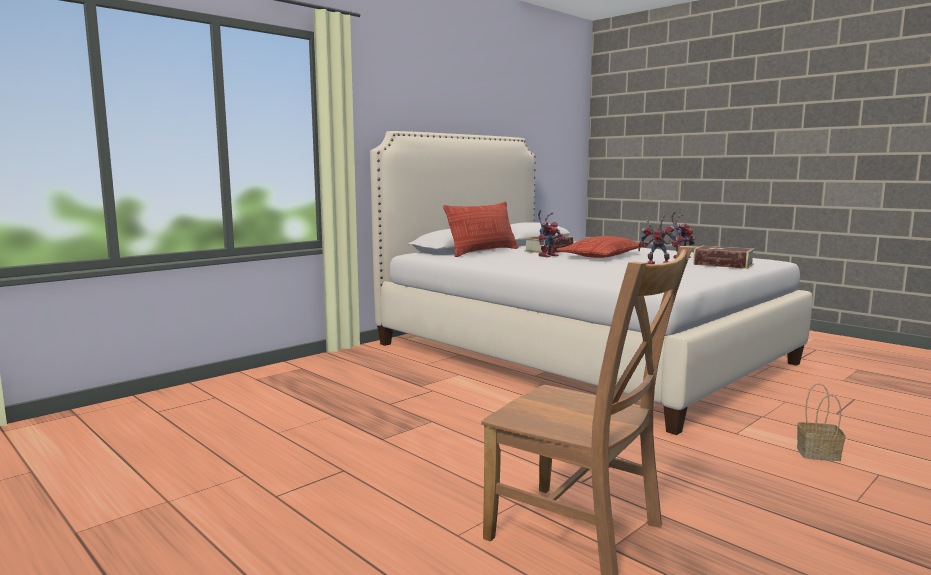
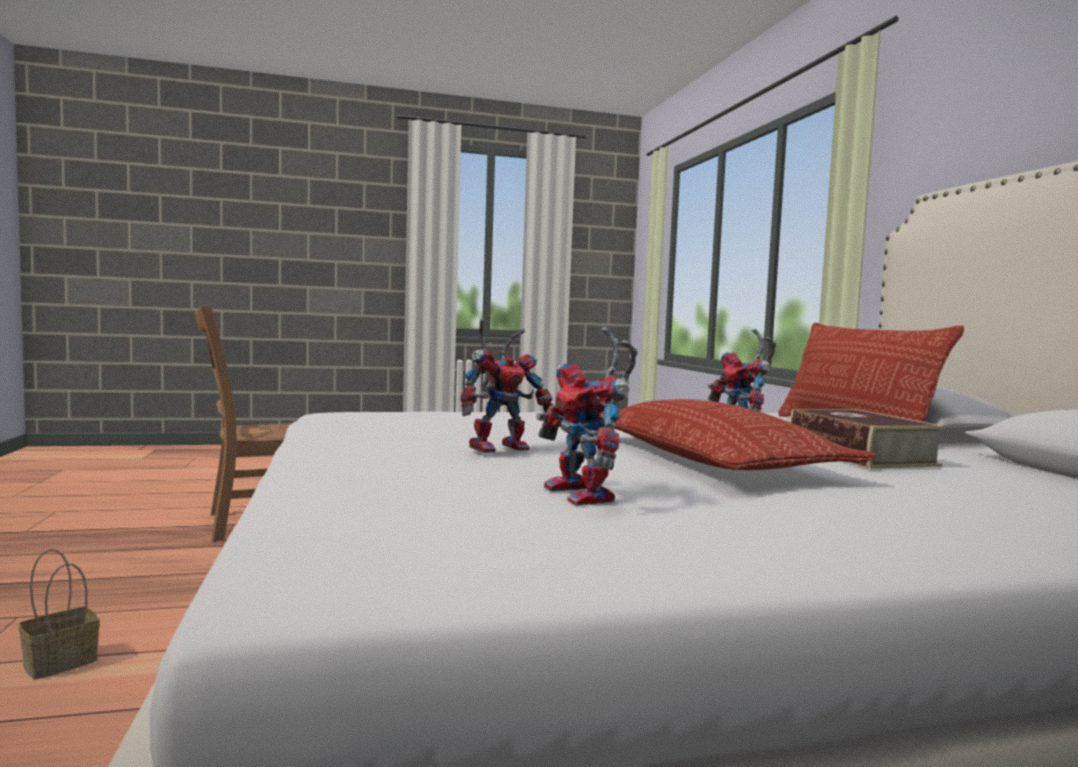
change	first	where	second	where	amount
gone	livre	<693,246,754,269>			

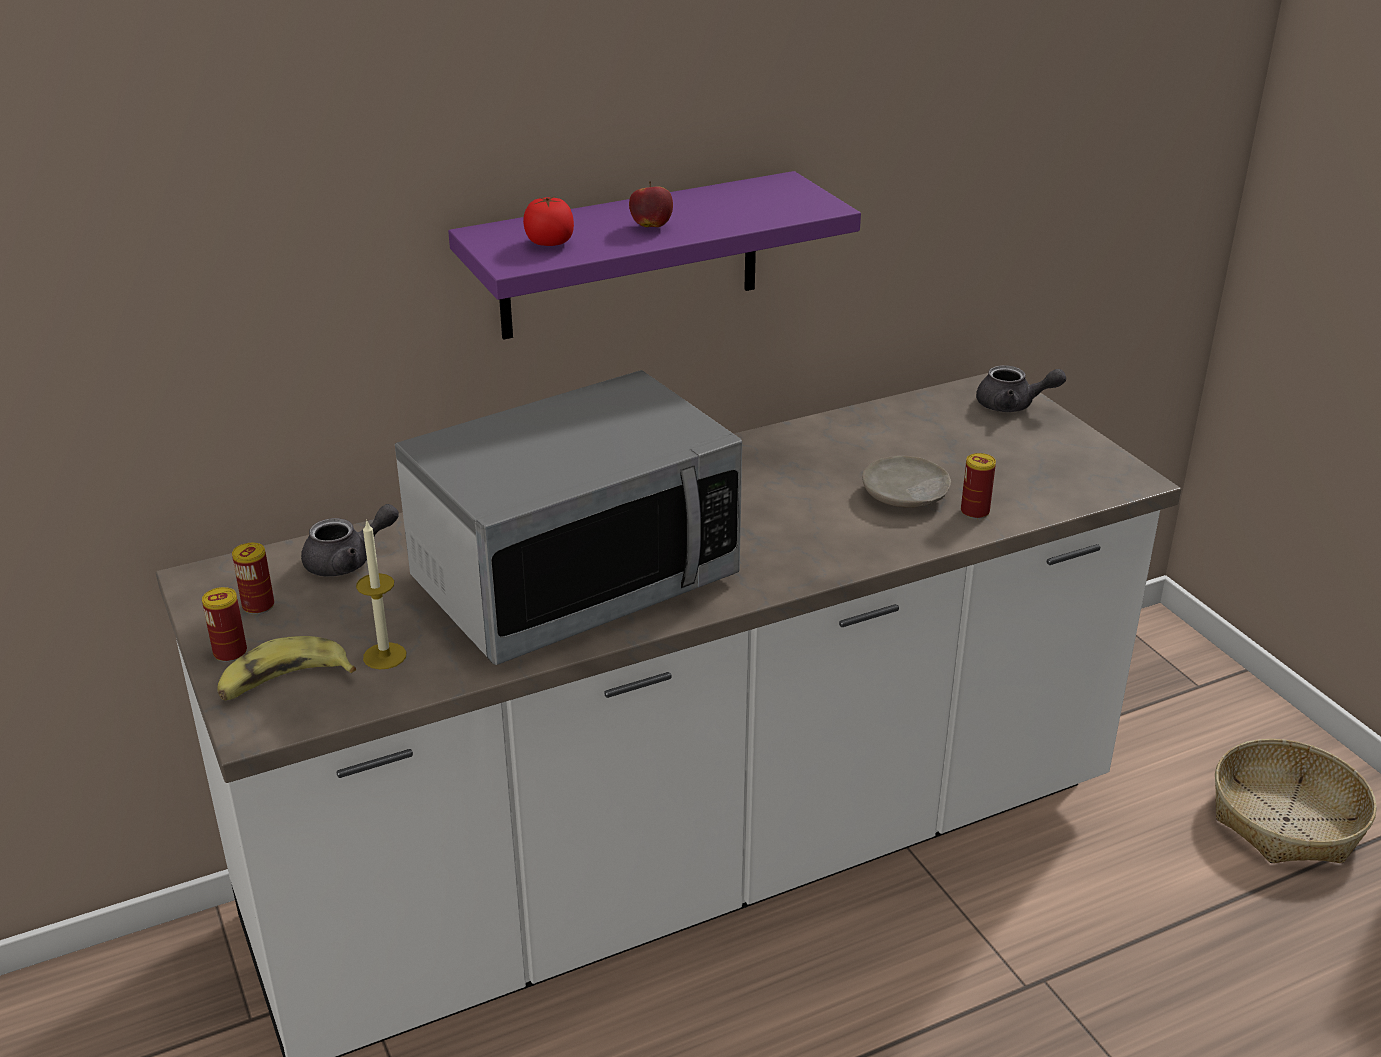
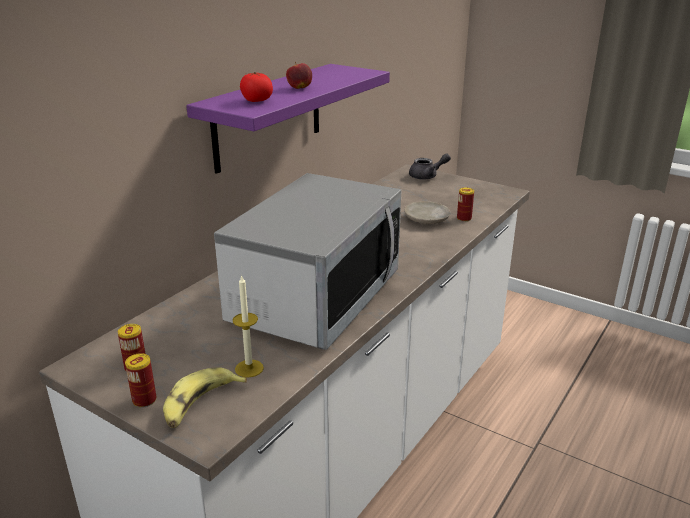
change	first	where	second	where	amount
gone	théière/gris	<301,504,399,577>			
gone	panier	<1215,739,1377,863>			

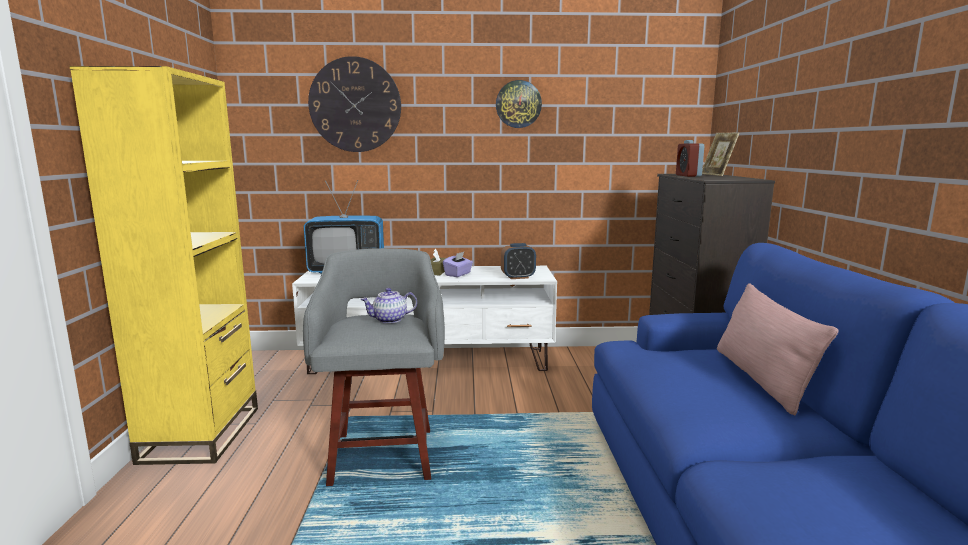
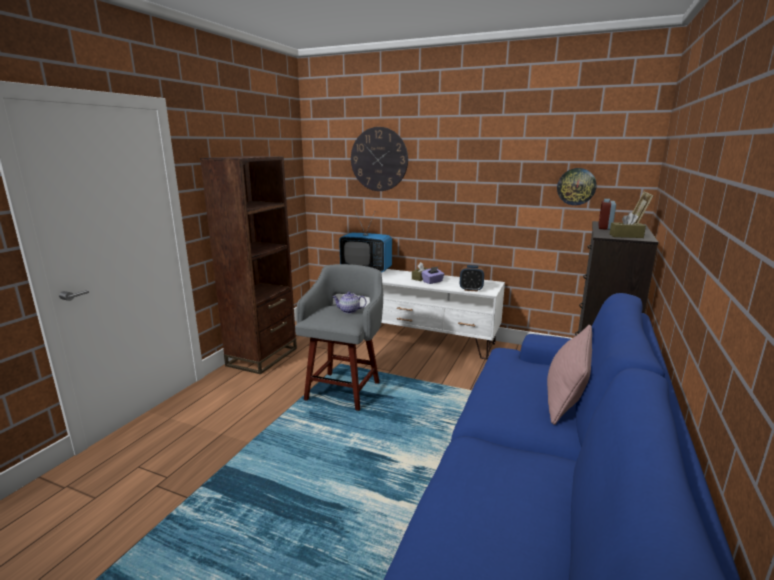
change	first	where	second	where	amount
repainted	bibliothèque/jaune	<69,66,258,465>	bibliothèque/marron	<200,156,297,374>	
shifted	horloge murale	<496,80,542,128>		<557,168,597,205>	
new			boîte à mouchoirs/marron	<610,212,646,238>	

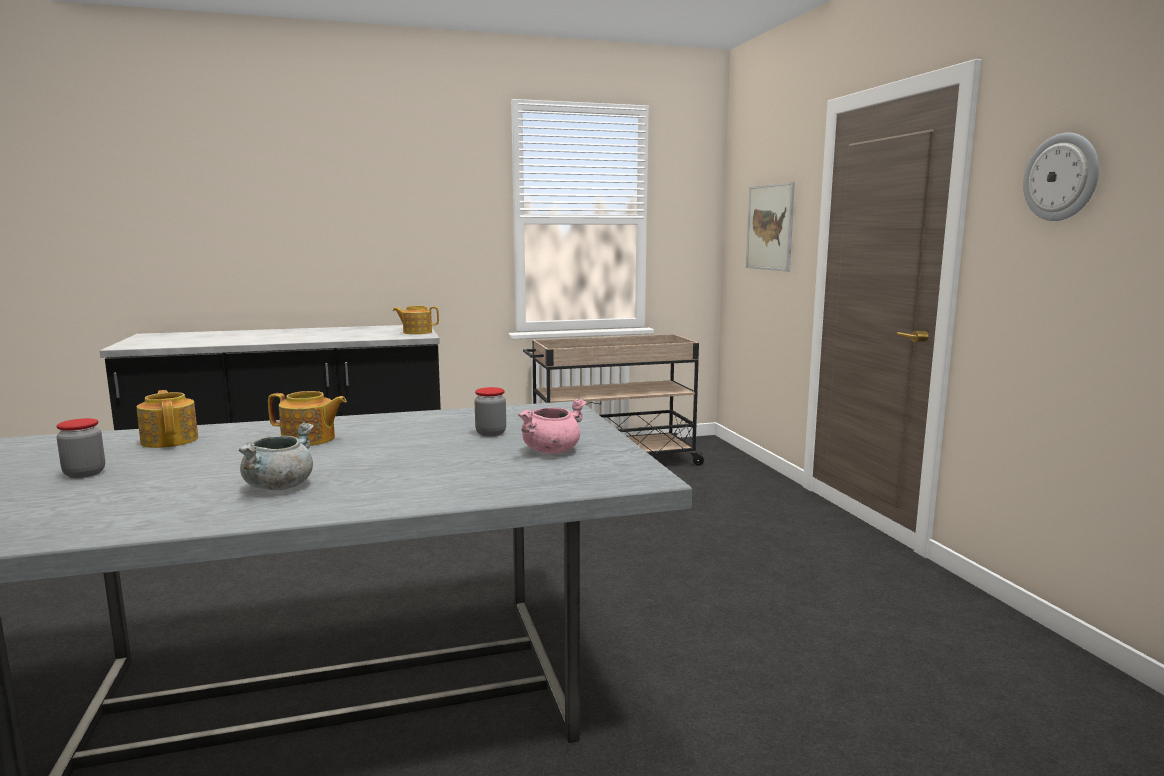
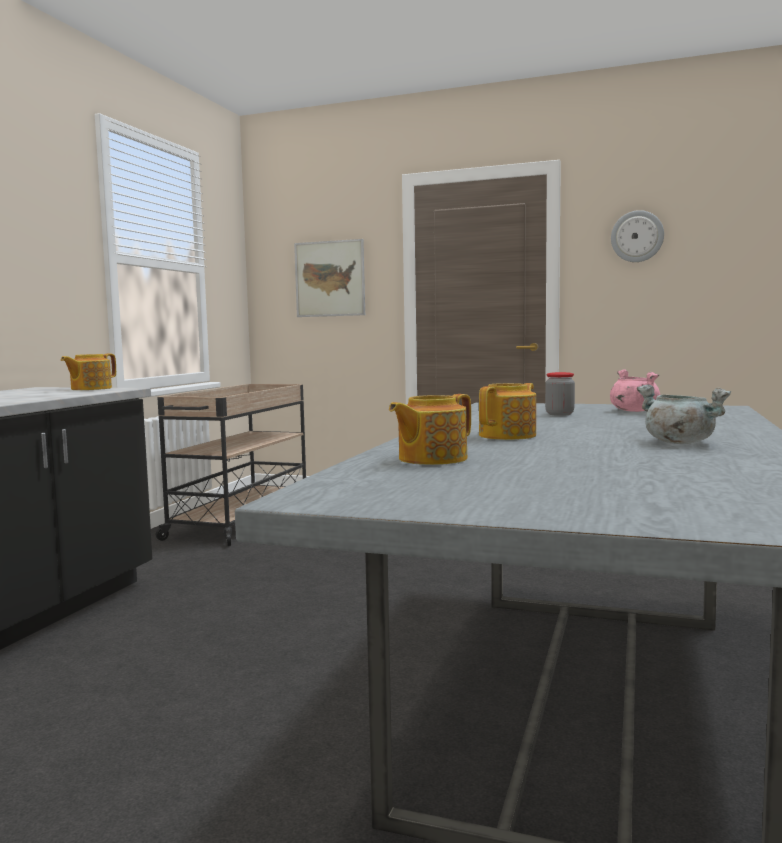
change	first	where	second	where	amount
rotated	théière	<137,390,198,448>		<389,394,471,465>	45 degrees counterclockwise
gone	bocal	<56,418,105,478>			

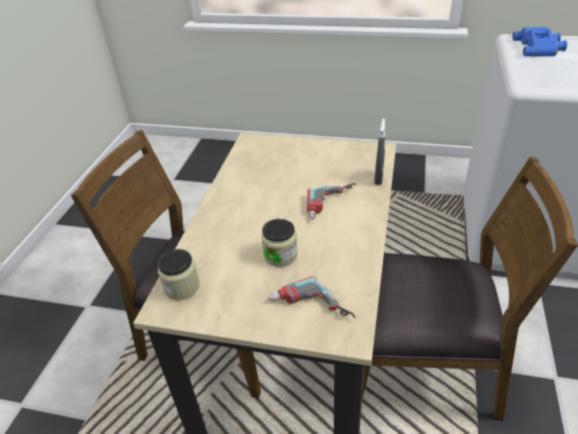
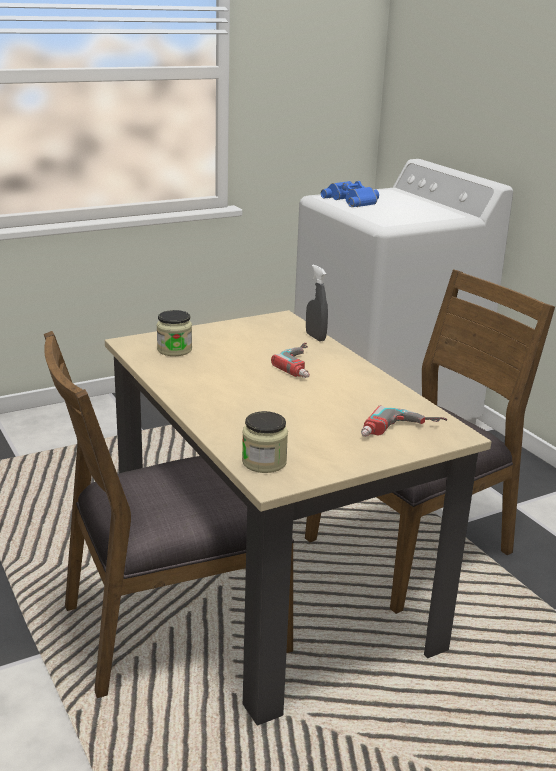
change	first	where	second	where	amount
shifted	bocal	<261,219,298,267>		<157,310,192,356>	

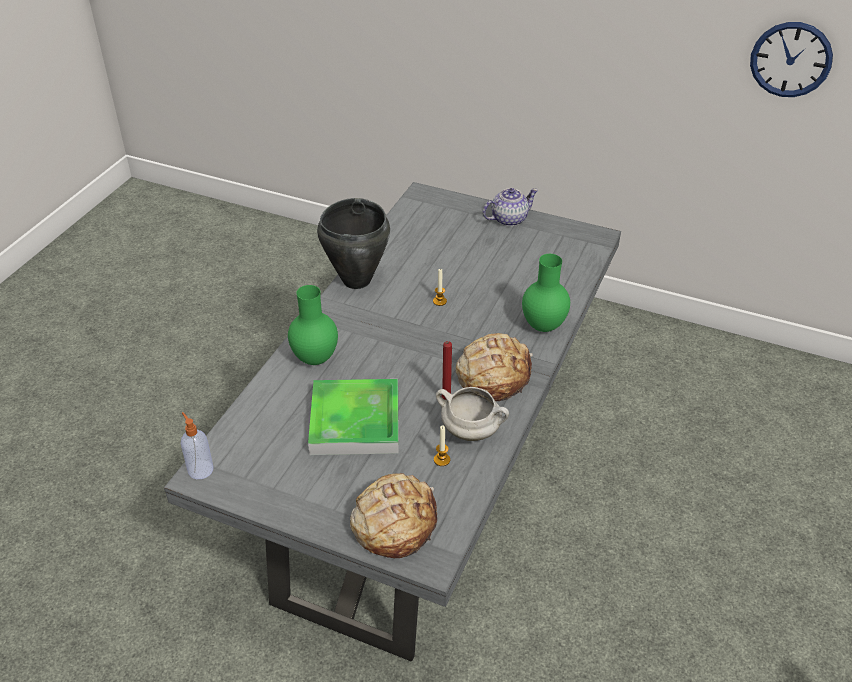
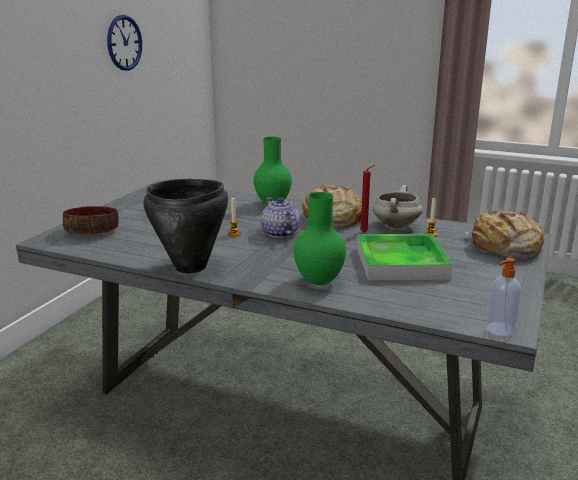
change	first	where	second	where	amount
new			bol	<63,206,119,235>	
shifted	théière	<483,188,538,226>		<261,197,300,238>	

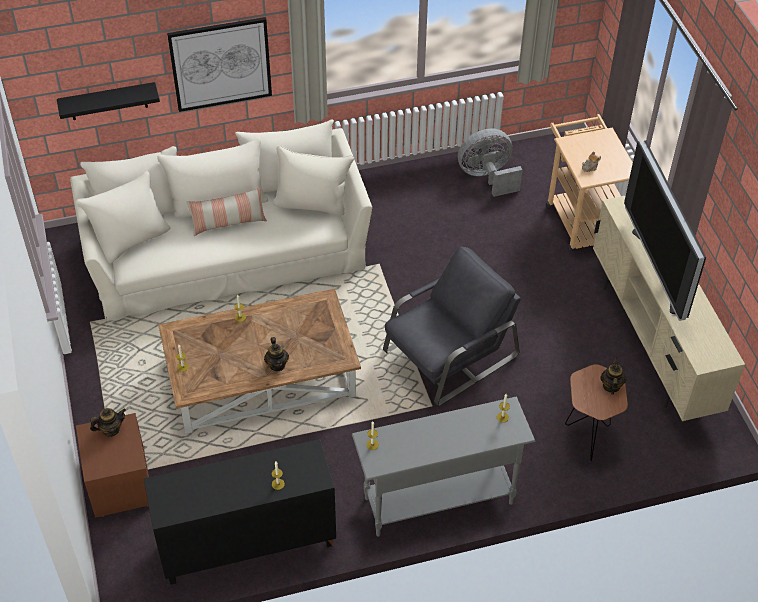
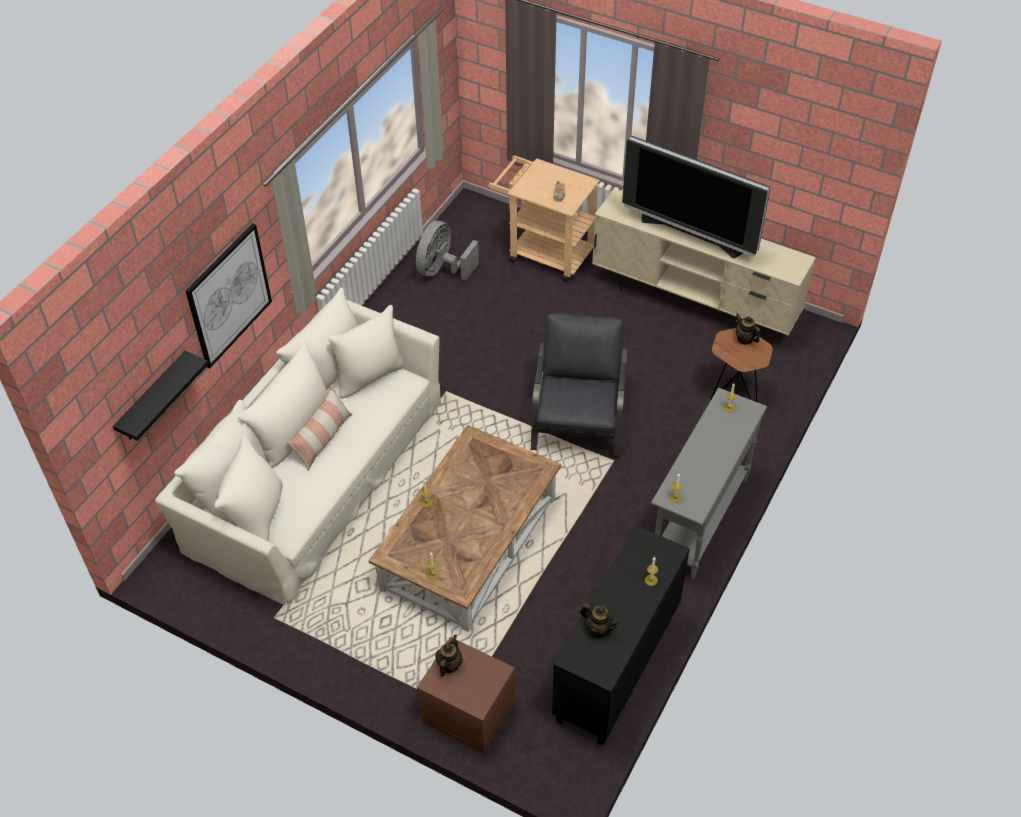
change	first	where	second	where	amount
shifted	théière	<264,337,289,371>		<580,603,619,637>	

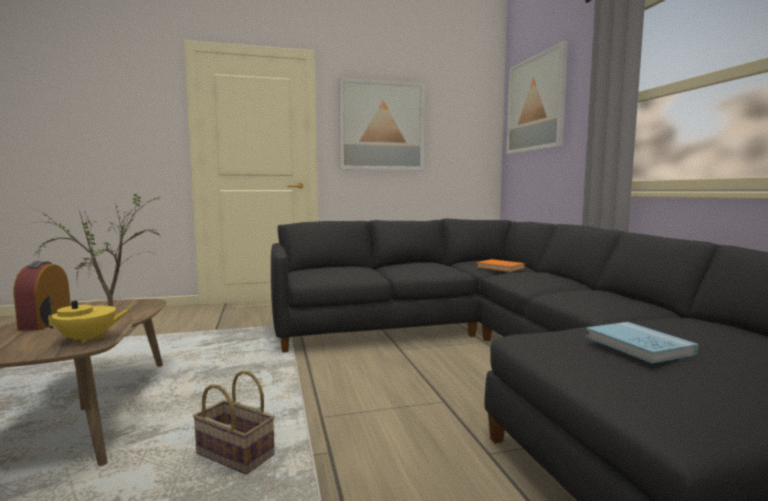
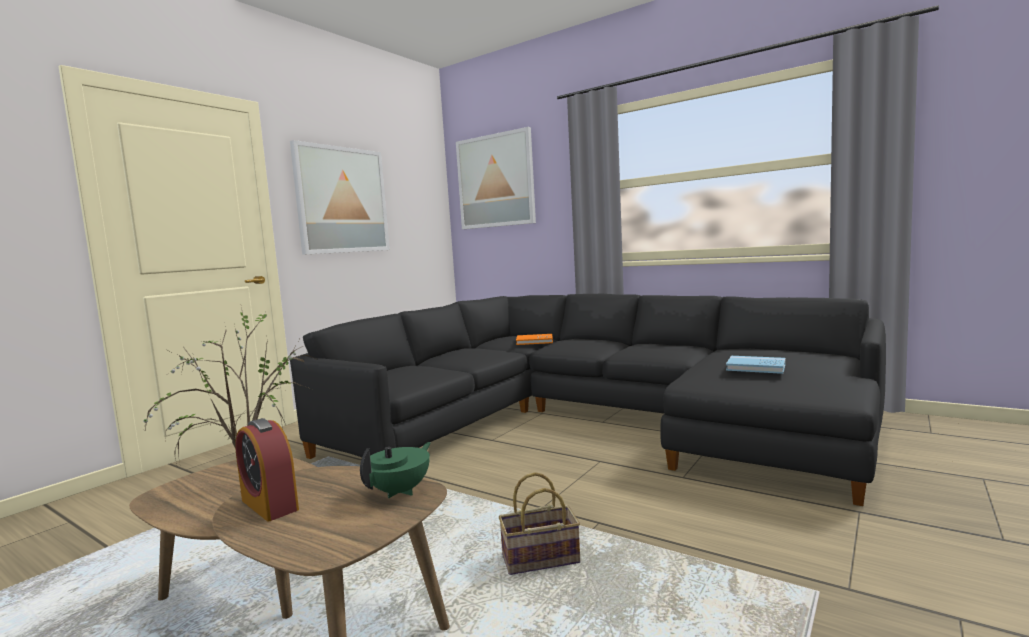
change	first	where	second	where	amount
repainted	théière/jaune	<40,296,132,344>	théière/vert	<360,442,431,498>	

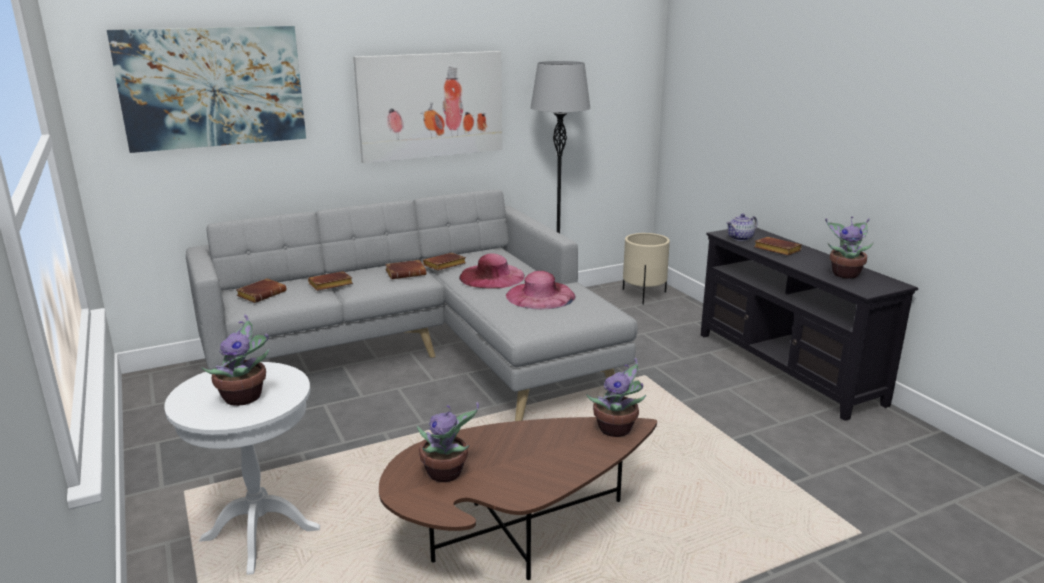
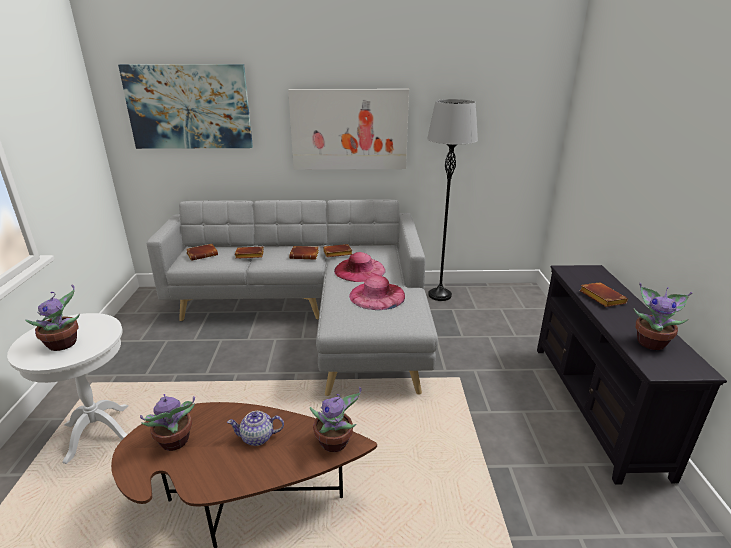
change	first	where	second	where	amount
shifted	théière	<726,214,757,241>		<227,411,284,446>	
gone	cache-pot/beige	<623,233,670,305>			

